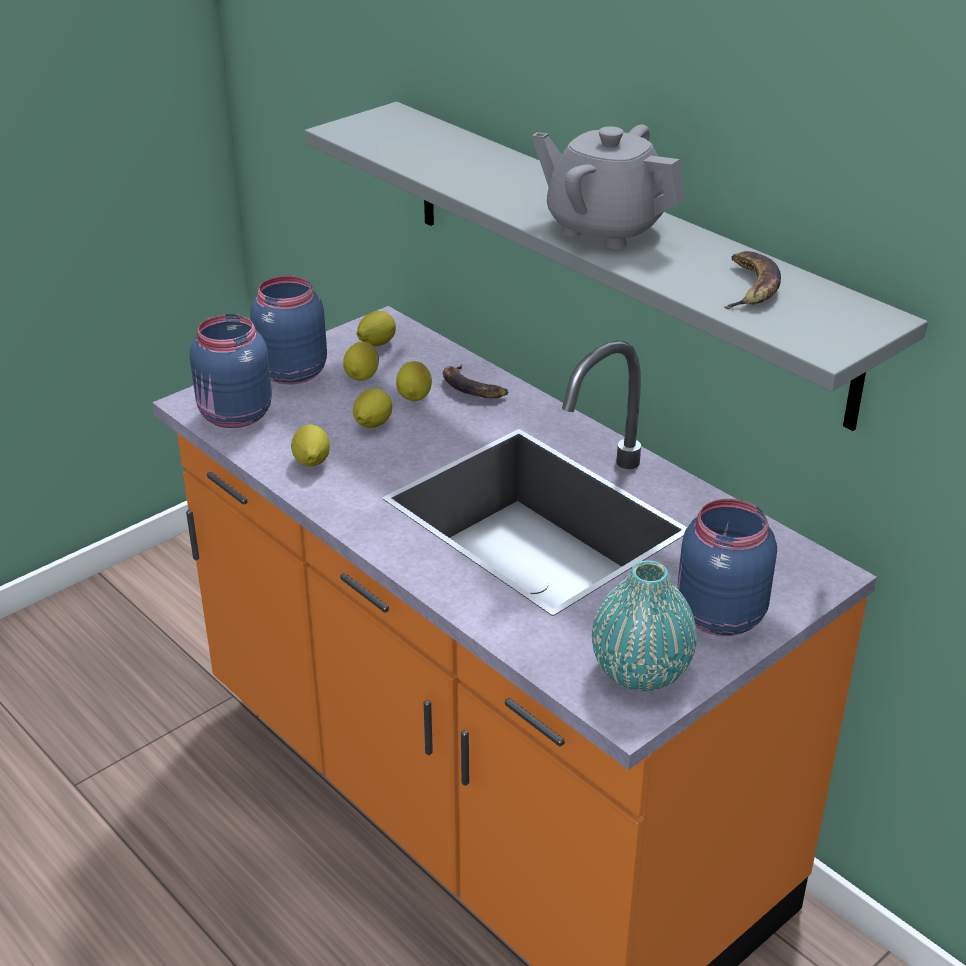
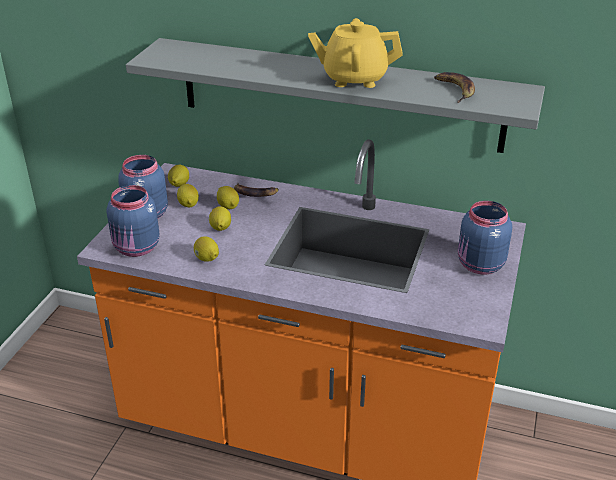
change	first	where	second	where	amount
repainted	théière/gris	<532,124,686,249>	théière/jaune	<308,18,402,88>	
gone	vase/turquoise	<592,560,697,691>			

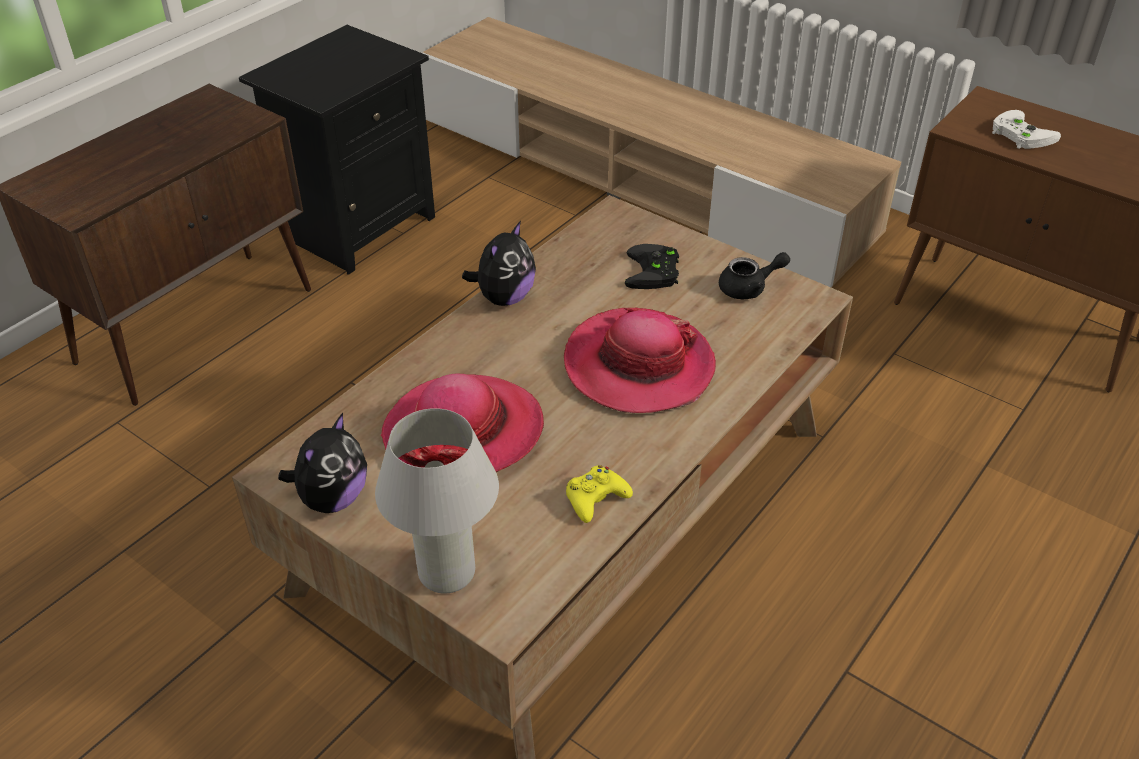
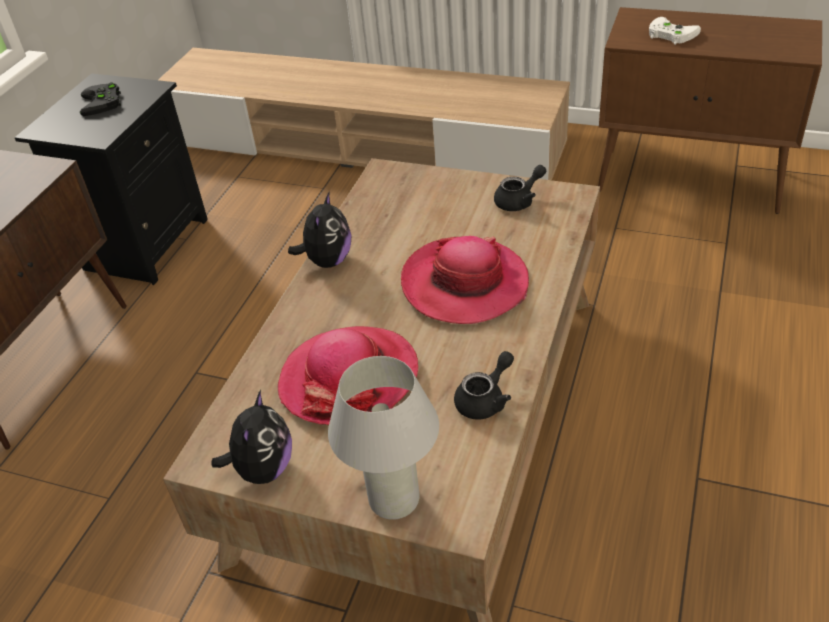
change	first	where	second	where	amount
shifted	manette/noir	<625,244,679,289>		<80,82,121,116>	
swapped	manette/jaune	<566,465,633,523>	théière/noir	<454,351,514,420>	

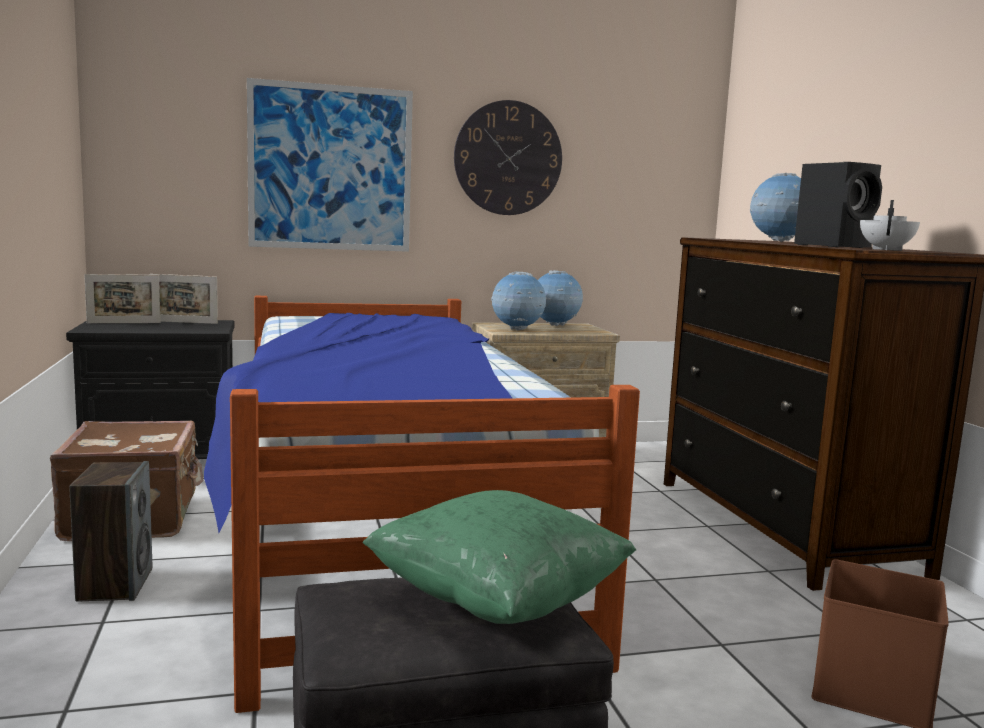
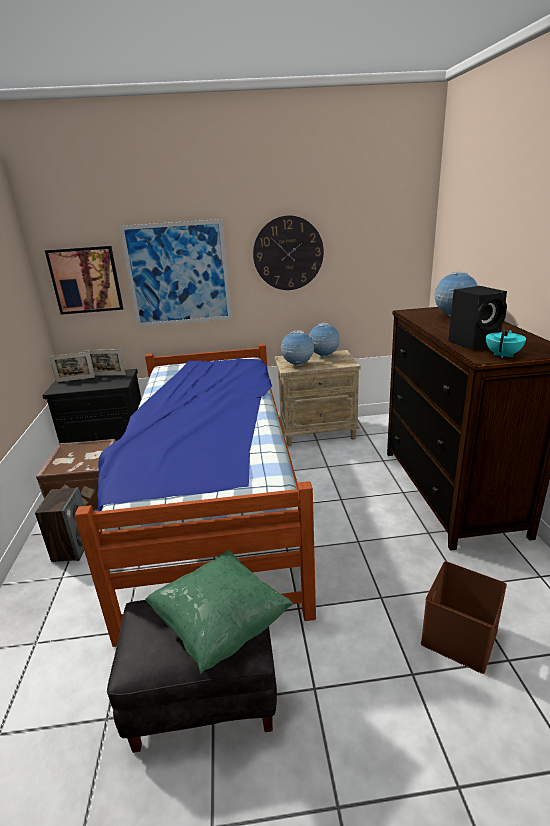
change	first	where	second	where	amount
new			tableau	<45,246,123,315>	
repainted	théière/blanc	<860,200,920,251>	théière/turquoise	<486,329,526,358>	

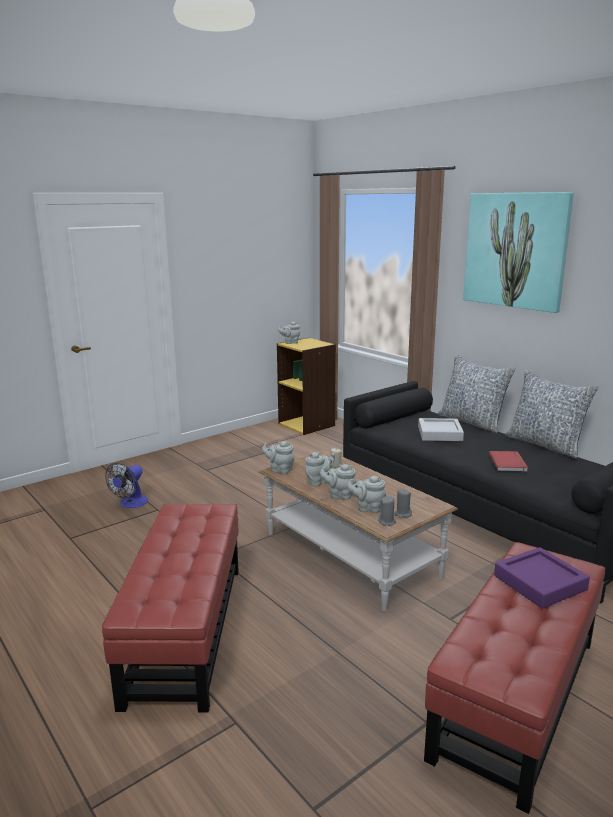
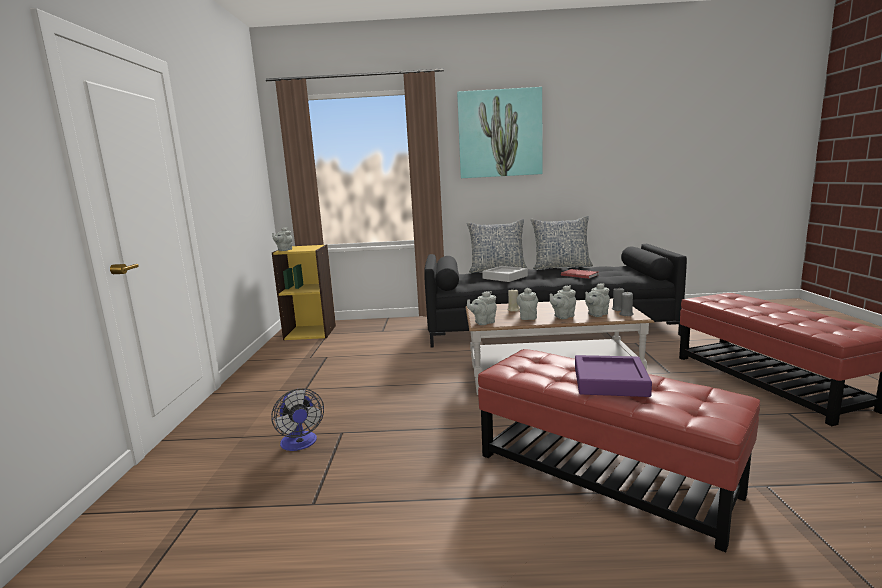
change	first	where	second	where	amount
shifted	plateau/violet	<494,547,590,609>		<575,355,652,397>	

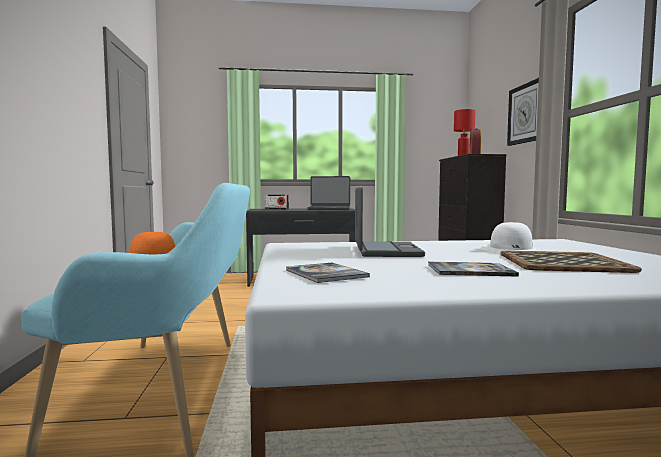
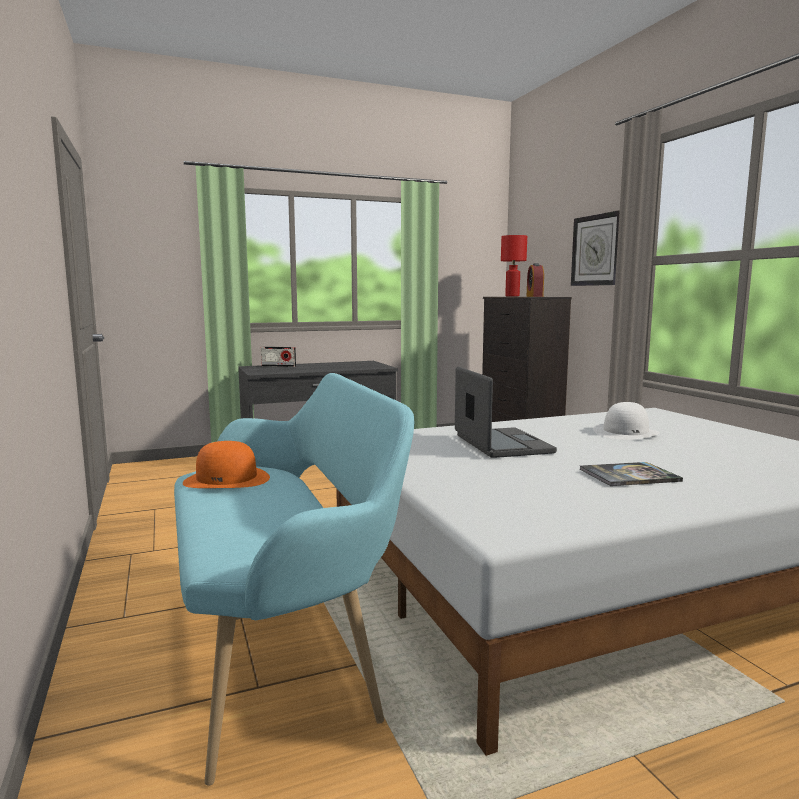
change	first	where	second	where	amount
gone	livre	<286,263,370,283>			
gone	ordinateur portable	<307,176,350,210>			
gone	plateau	<501,251,642,273>			

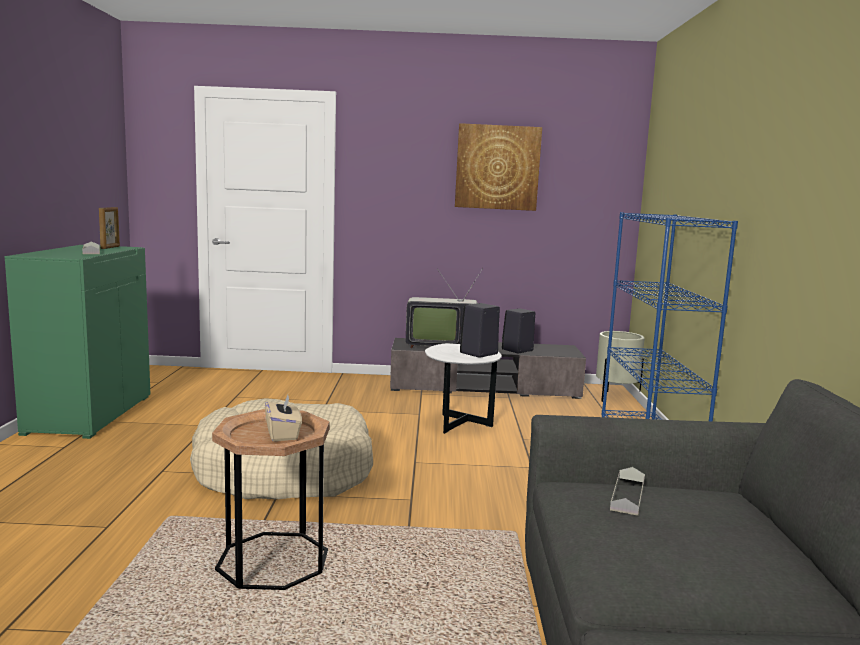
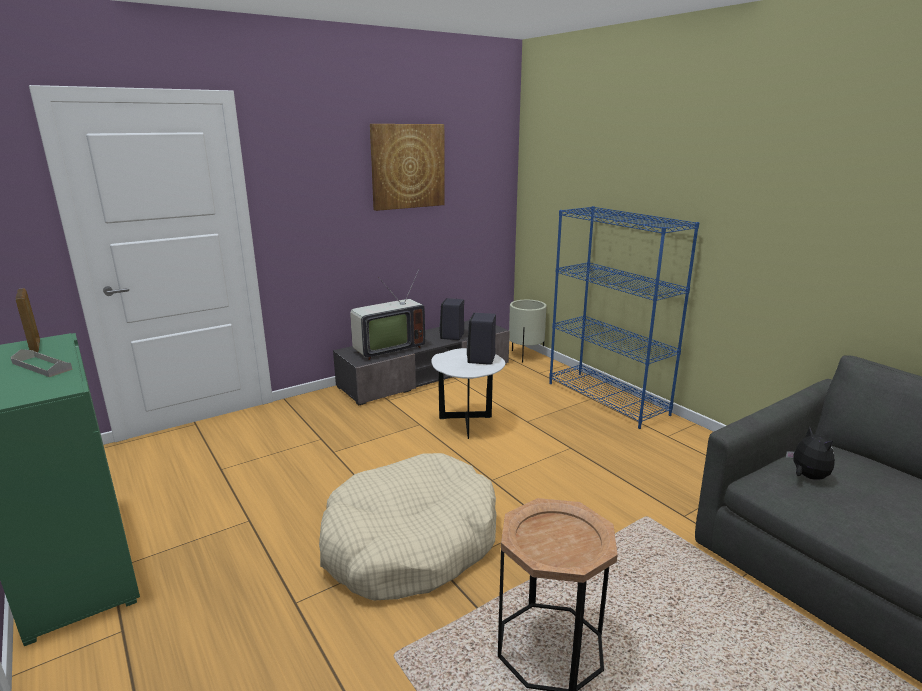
change	first	where	second	where	amount
swapped	plateau/gris	<610,467,645,516>	peluche	<786,427,835,479>	
gone	boîte à mouchoirs/beige	<265,395,302,441>			

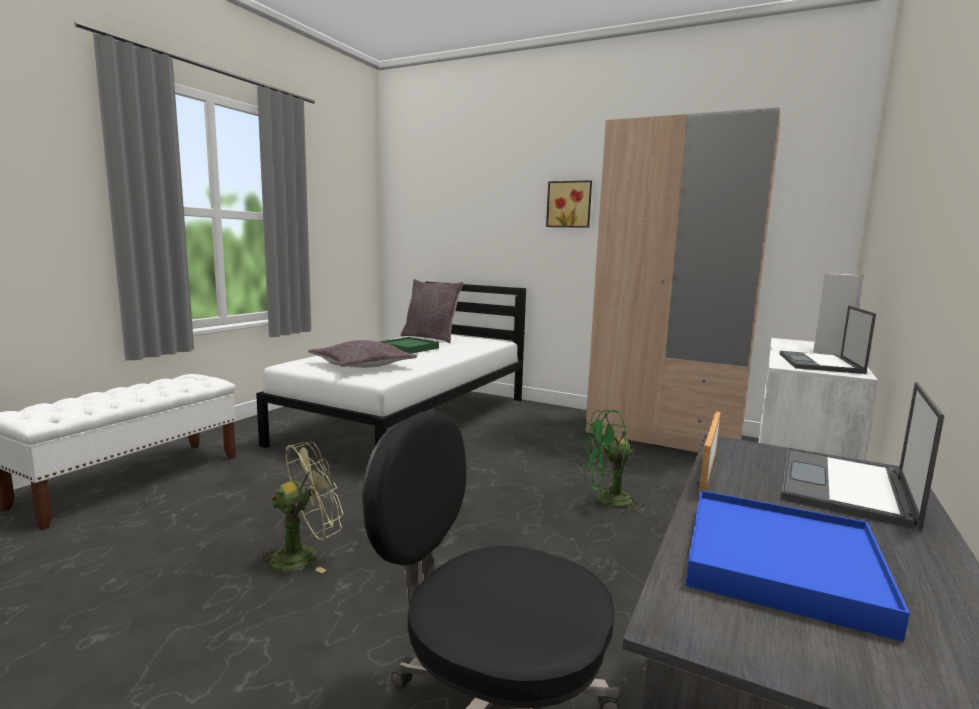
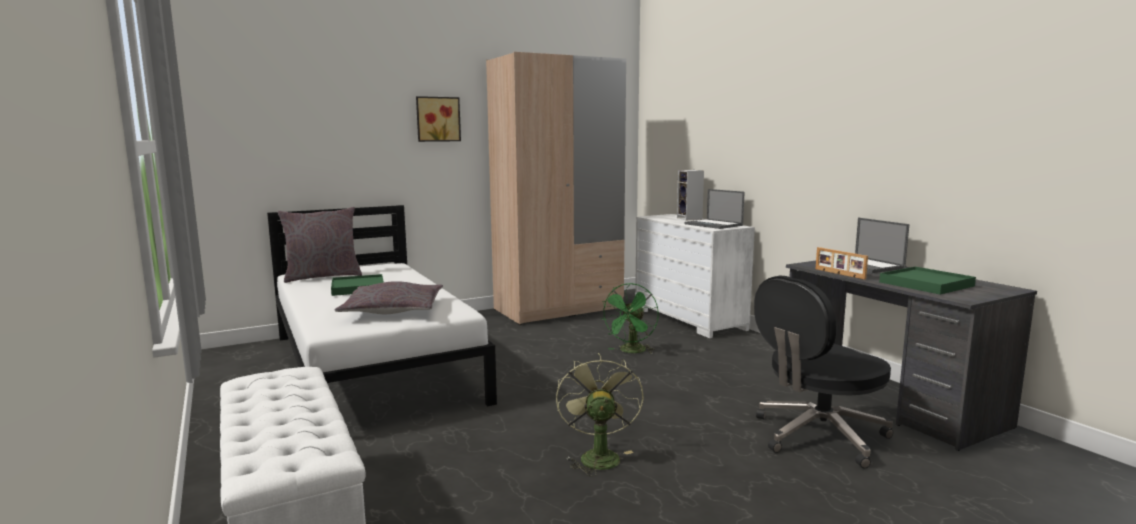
change	first	where	second	where	amount
repainted	plateau/bleu	<686,490,910,642>	plateau/vert	<879,267,976,295>	

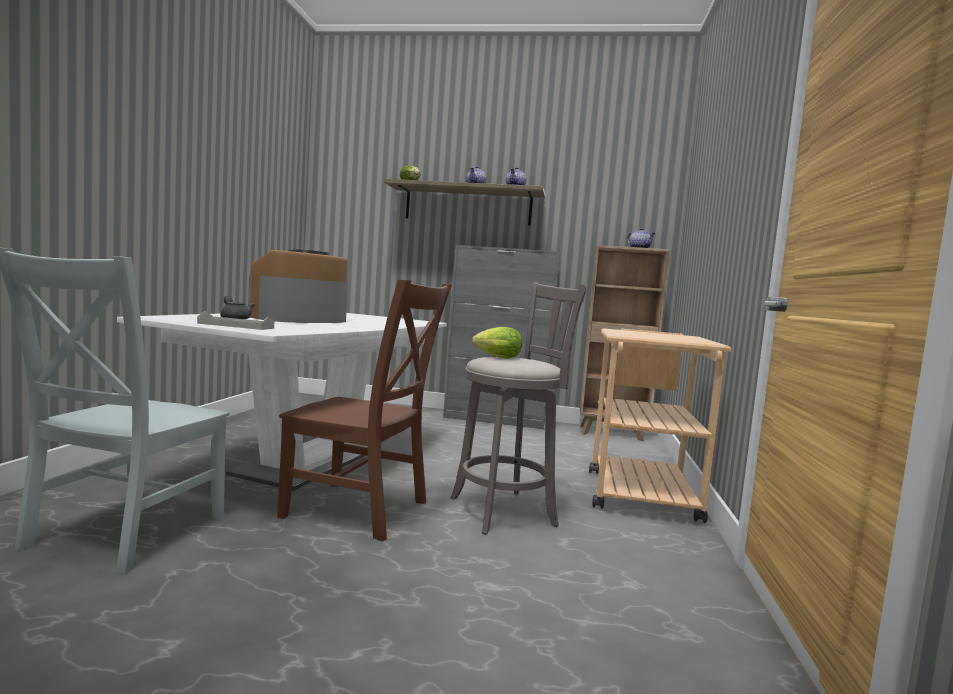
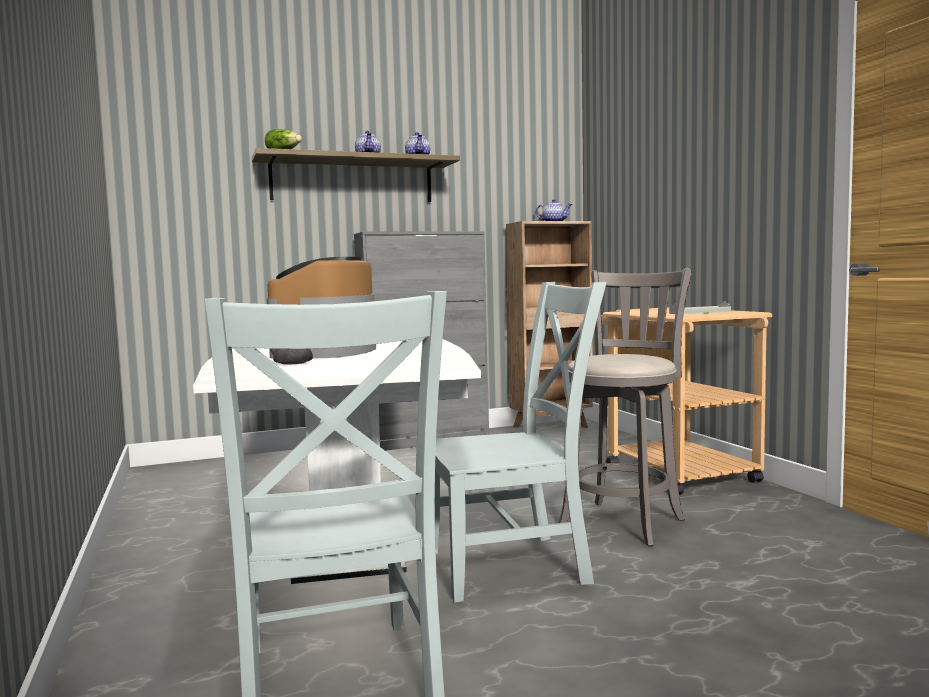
change	first	where	second	where	amount
repainted	chaise/marron	<277,279,452,541>	chaise/gris	<435,282,607,603>	
shifted	plateau/gris	<197,311,274,330>		<669,301,731,314>	
gone	laitue	<472,327,522,358>			

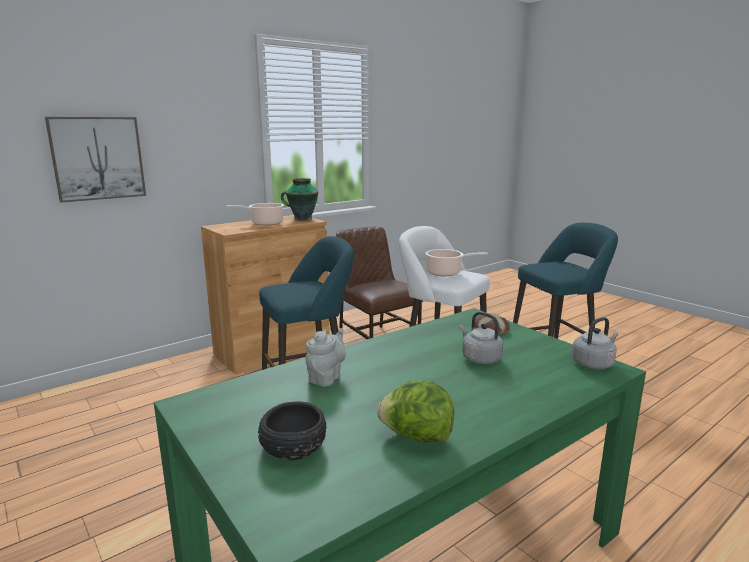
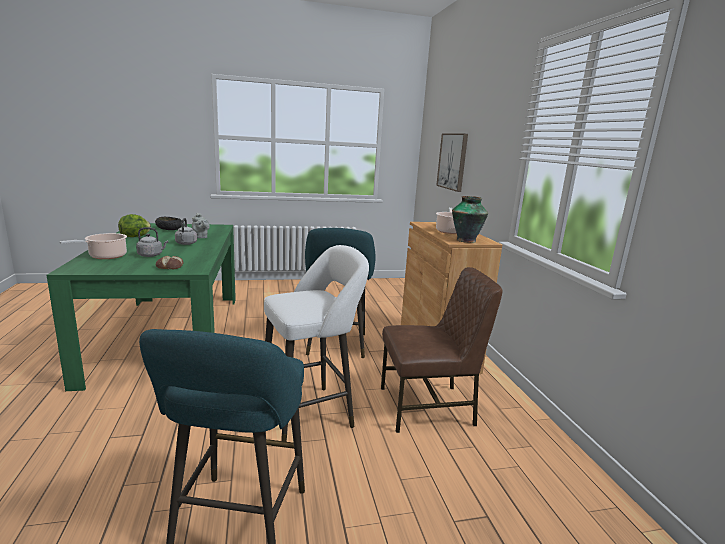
change	first	where	second	where	amount
shifted	marmite	<425,249,488,276>		<59,233,127,259>	
shifted	bouilloire/gris	<572,317,618,369>		<175,218,197,245>	

